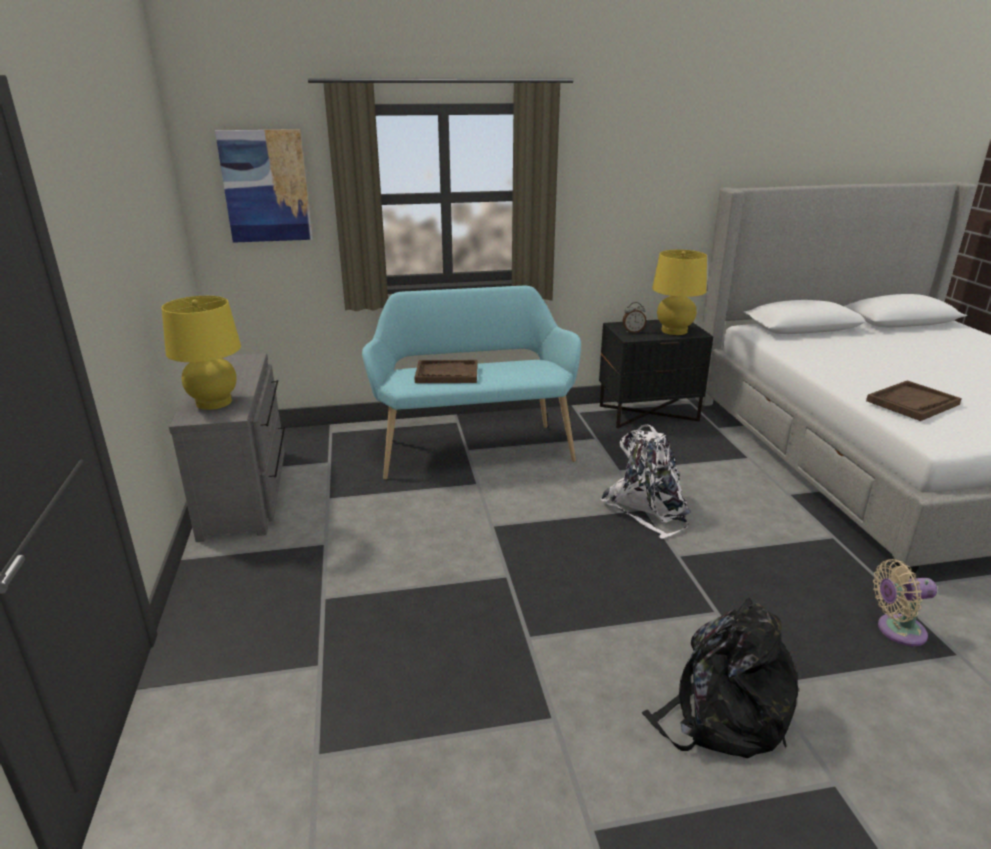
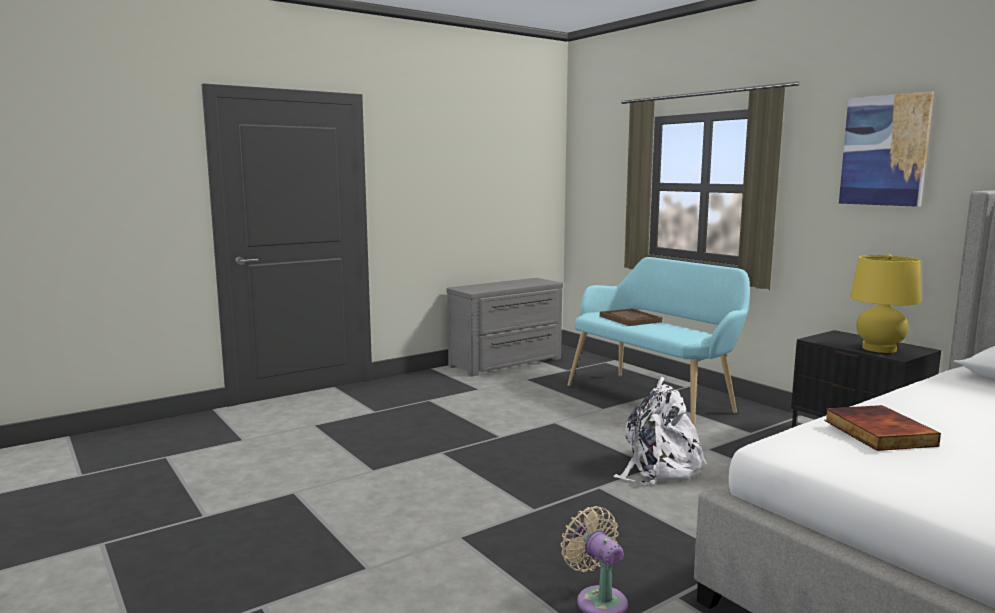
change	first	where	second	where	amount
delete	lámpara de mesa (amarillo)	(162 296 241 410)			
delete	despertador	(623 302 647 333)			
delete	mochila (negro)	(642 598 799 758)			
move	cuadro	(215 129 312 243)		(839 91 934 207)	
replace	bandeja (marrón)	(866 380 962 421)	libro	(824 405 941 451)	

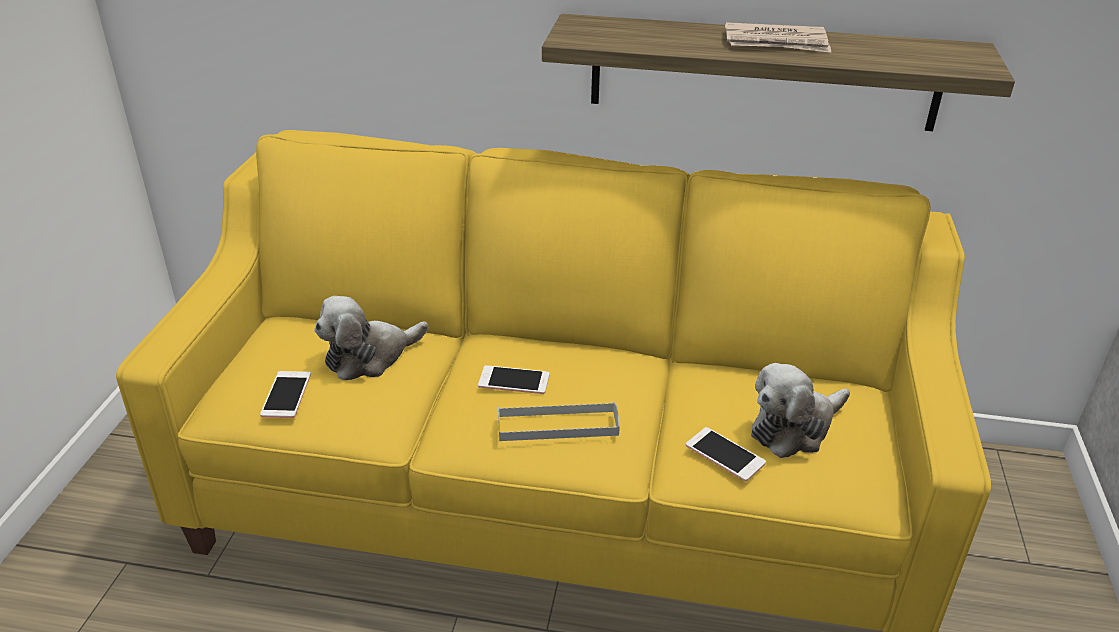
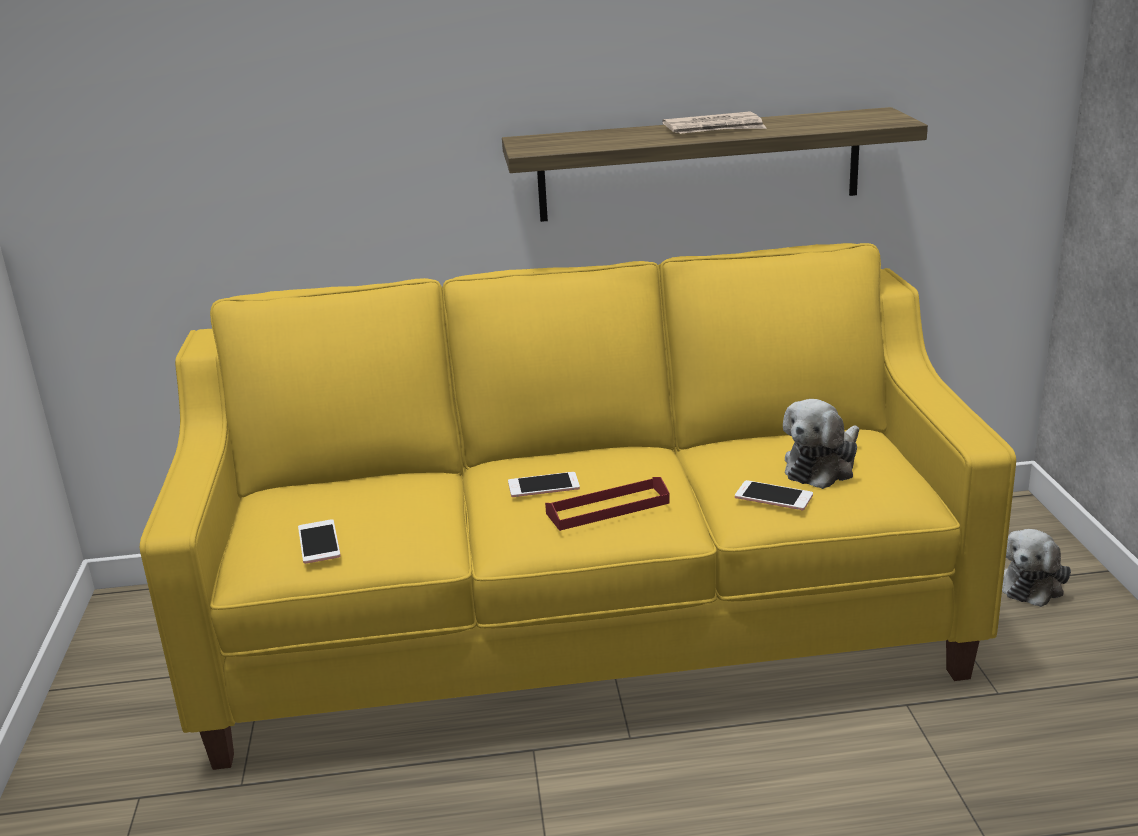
change	first	where	second	where	amount
move	peluche	(314 296 428 380)		(1002 529 1071 607)	
recolor	bandeja (gris)	(498 402 620 441)	bandeja (rojo)	(545 477 670 531)	

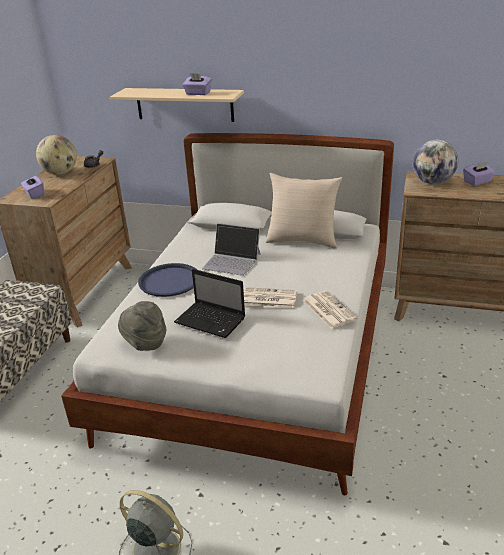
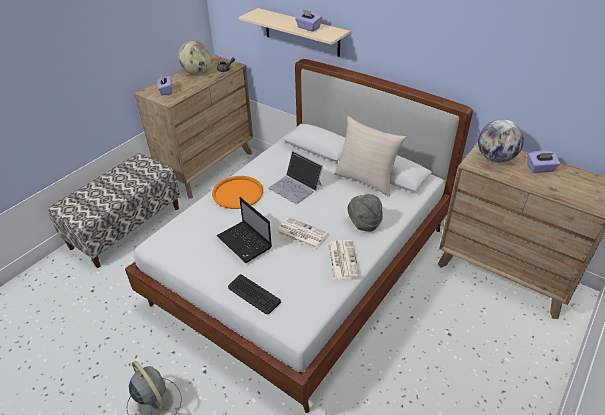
change	first	where	second	where	amount
insert			teclado	(228 274 281 314)	
move	sombrero (gris)	(118 301 166 351)		(347 194 383 232)	
recolor	bandeja (azul)	(138 263 197 297)	bandeja (naranja)	(212 176 263 209)	

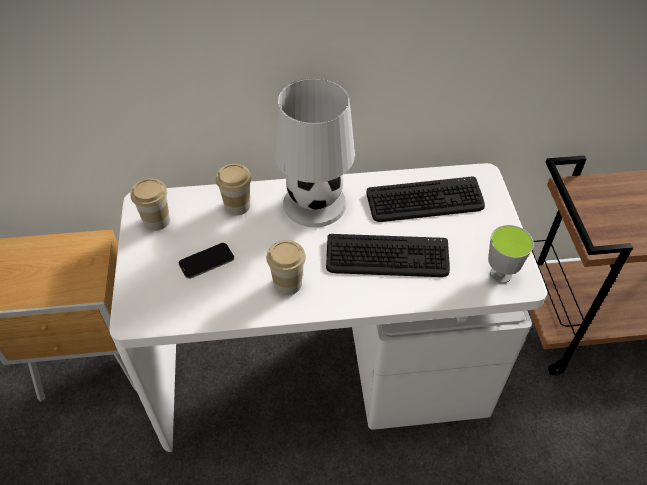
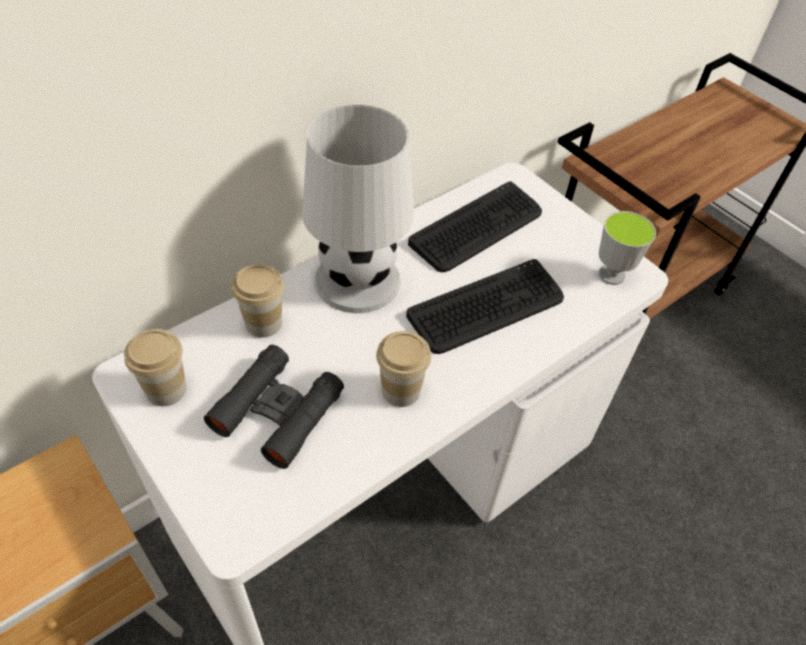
change	first	where	second	where	amount
replace	móvil	(179 243 234 279)	prismáticos (negro)	(204 345 344 469)	

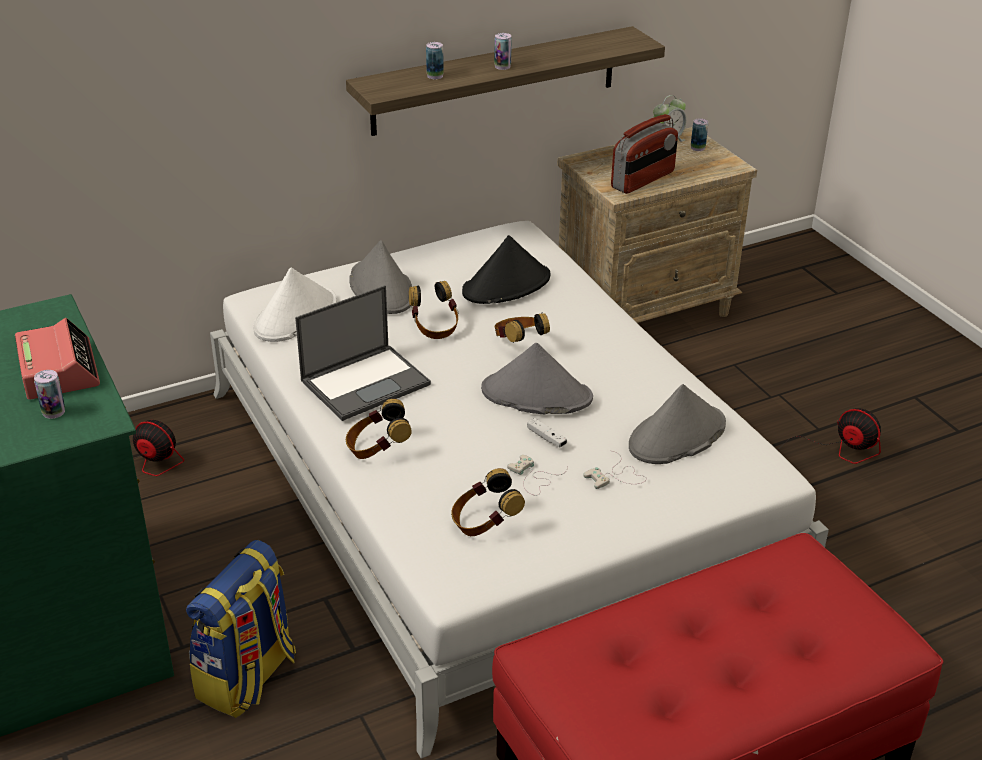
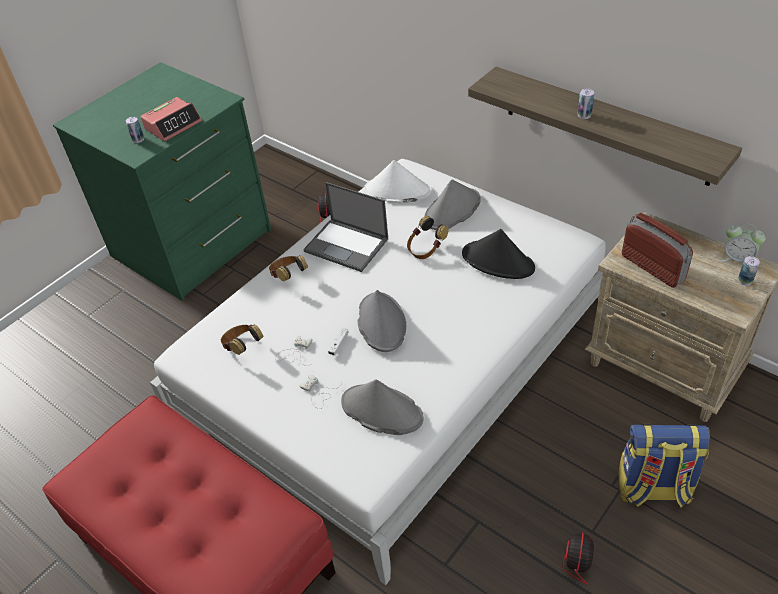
change	first	where	second	where	amount
delete	lata	(426 42 444 79)			
delete	auriculares	(495 313 550 343)			
move	mochila	(186 540 296 718)		(618 424 710 507)	
rotate	radio	(611 114 678 194)		(622 213 693 288)	150 degrees counterclockwise

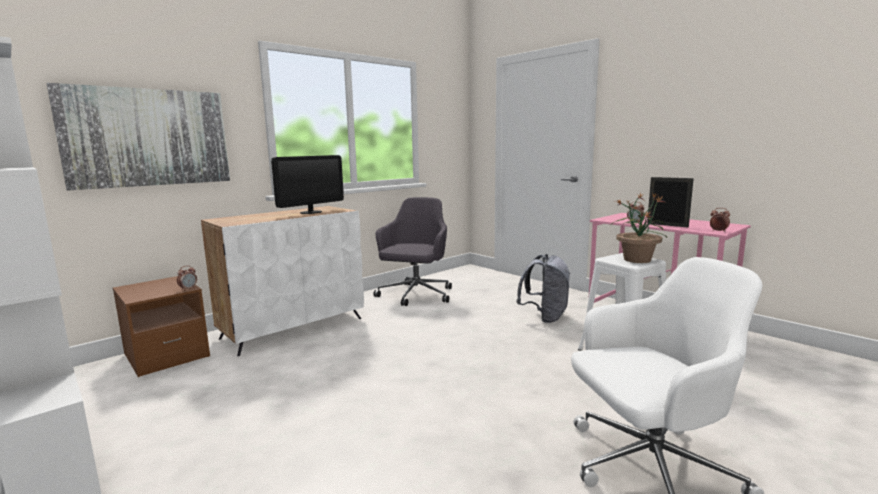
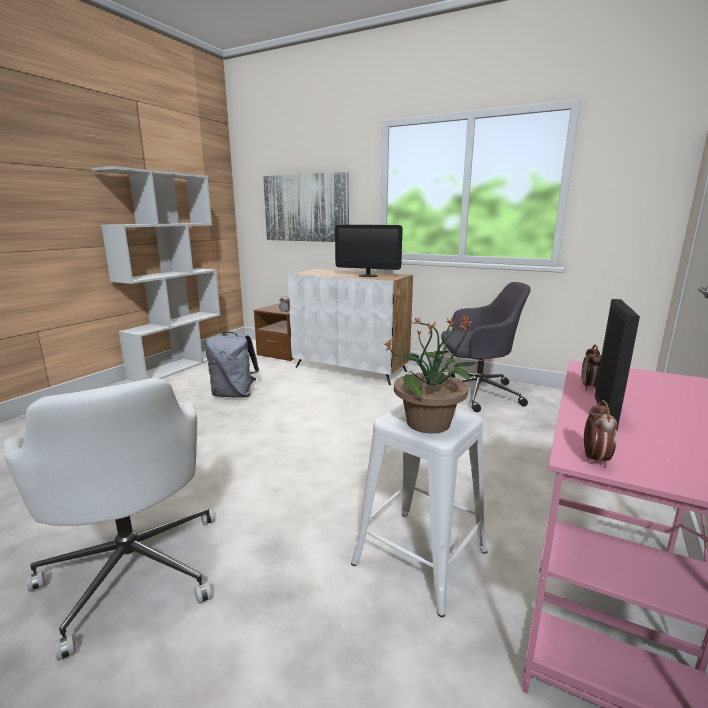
change	first	where	second	where	amount
move	mochila (gris)	(517 254 570 323)		(205 332 259 398)	

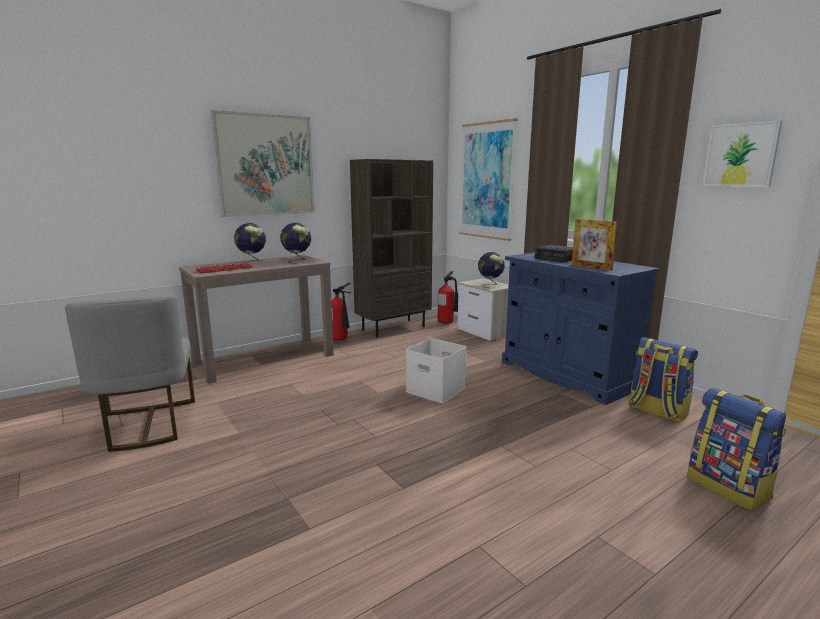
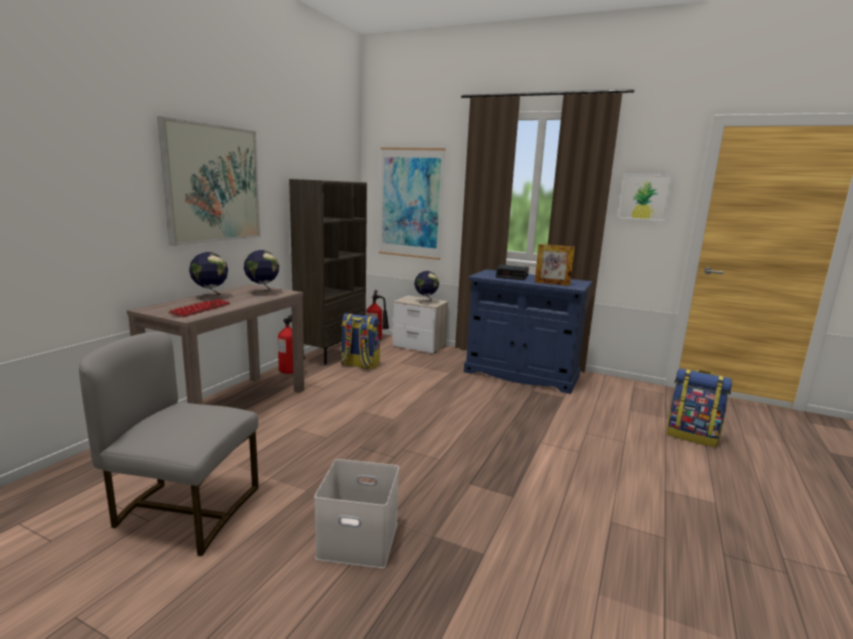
change	first	where	second	where	amount
move	caja de almacenaje (blanco)	(406 338 467 403)		(314 459 399 569)	
move	mochila	(628 337 698 423)		(341 313 380 369)	
rotate	silla (gris)	(65 295 195 452)		(79 332 259 556)	150 degrees clockwise

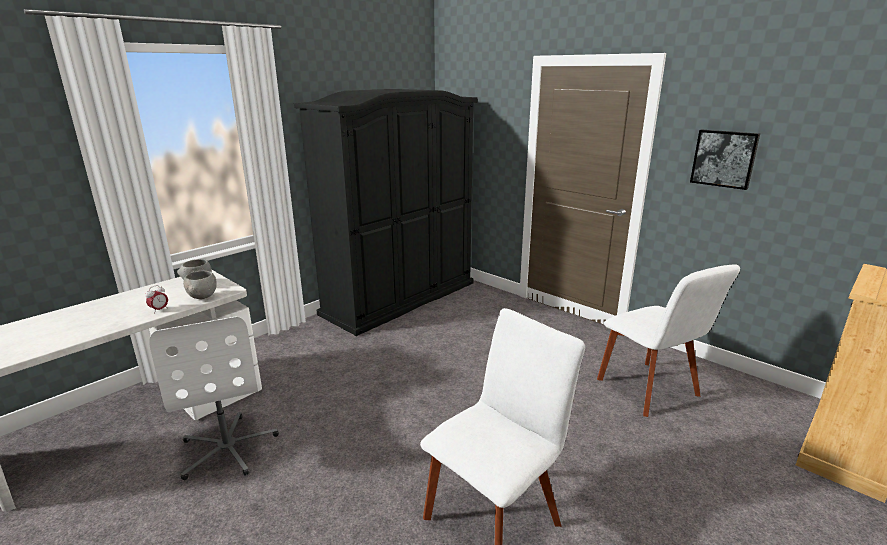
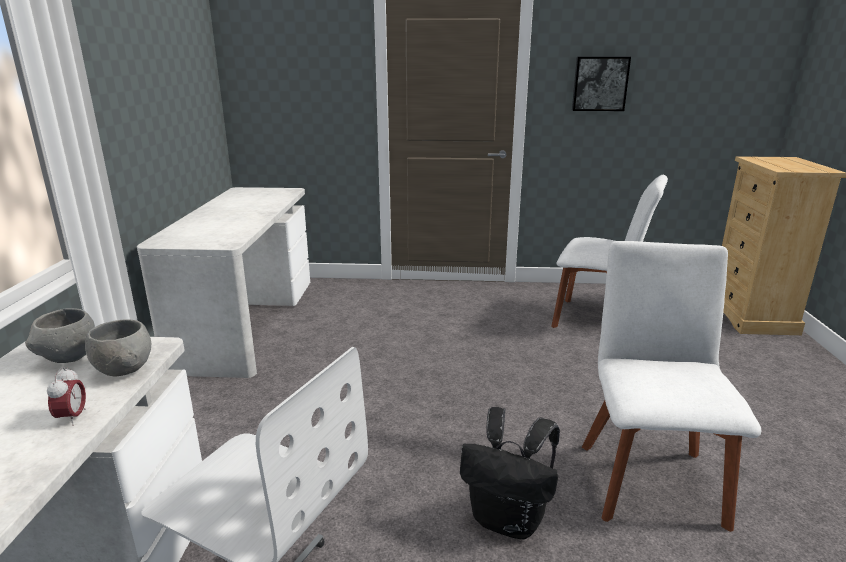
change	first	where	second	where	amount
insert			mochila (negro)	(460 407 560 540)	
replace	armario ropero (negro)	(294 89 477 336)	escritorio (blanco)	(137 187 310 378)	

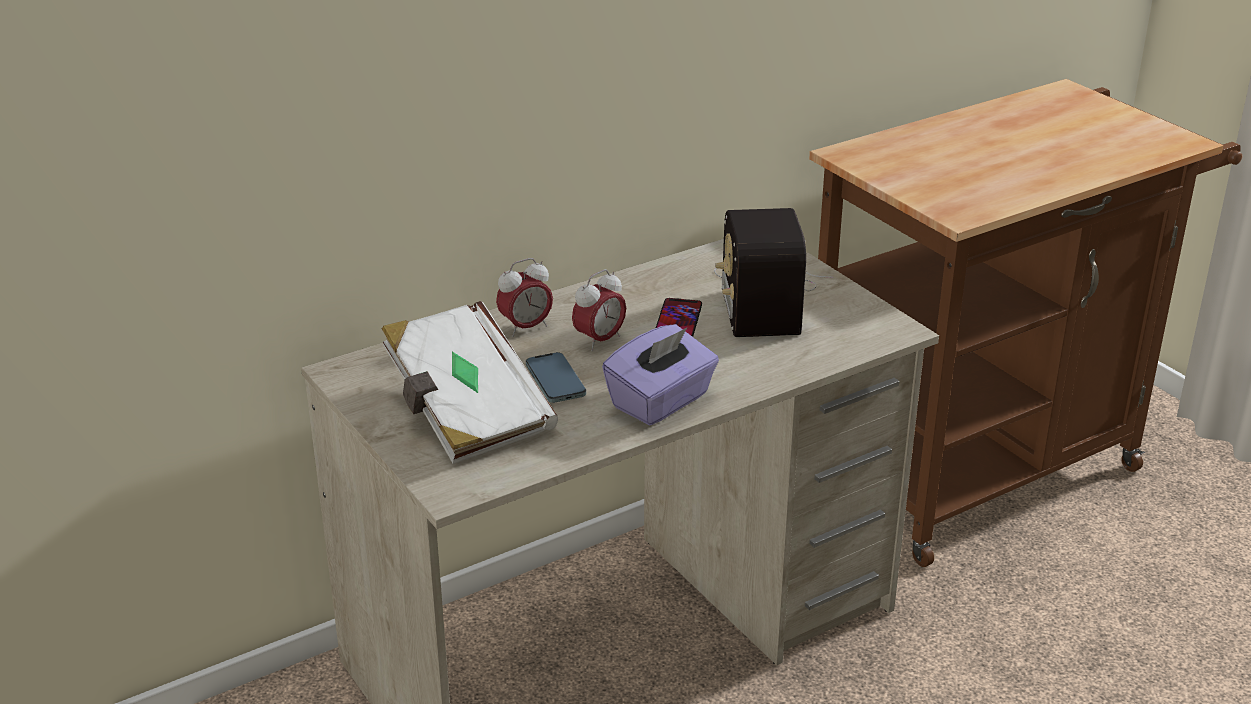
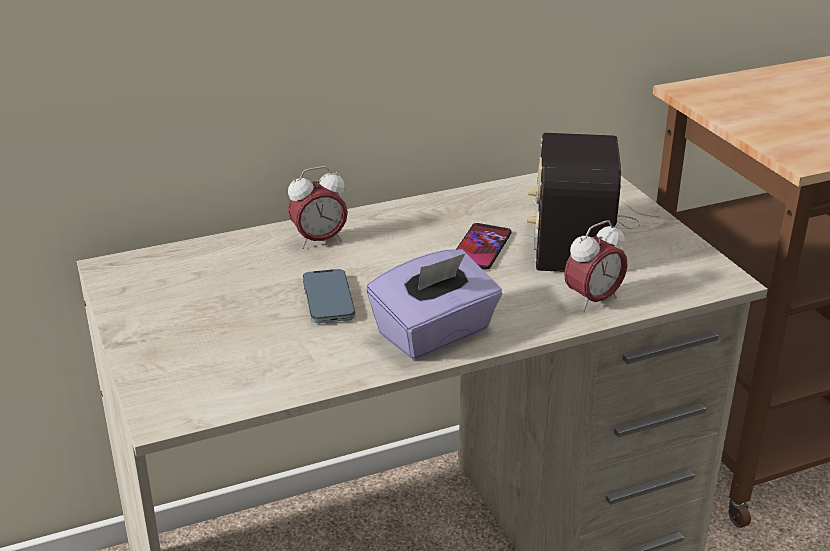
change	first	where	second	where	amount
delete	libro (blanco)	(381 301 558 464)			
move	despertador	(572 269 626 351)		(564 220 628 312)	

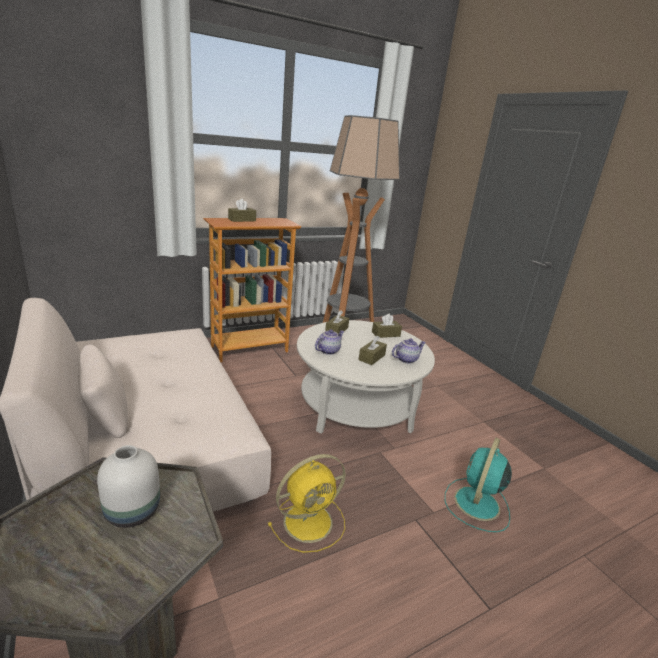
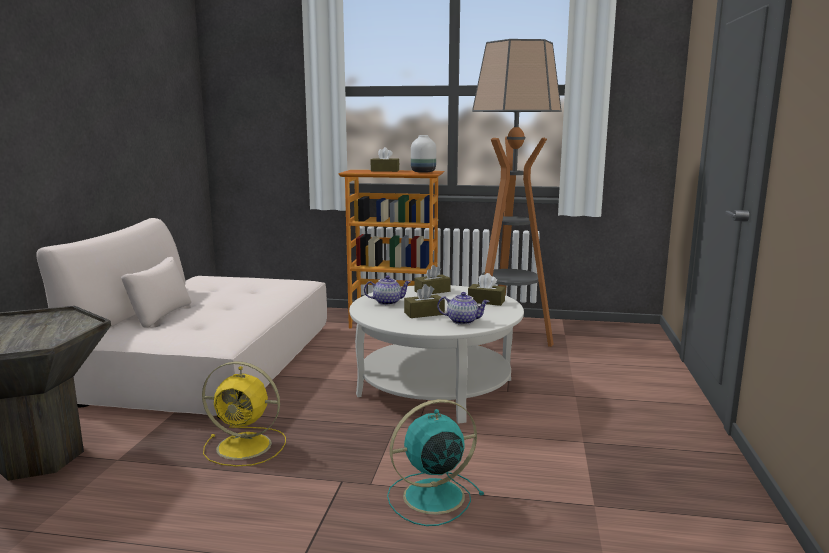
change	first	where	second	where	amount
move	florero (blanco)	(97 445 160 528)		(411 135 436 173)	

